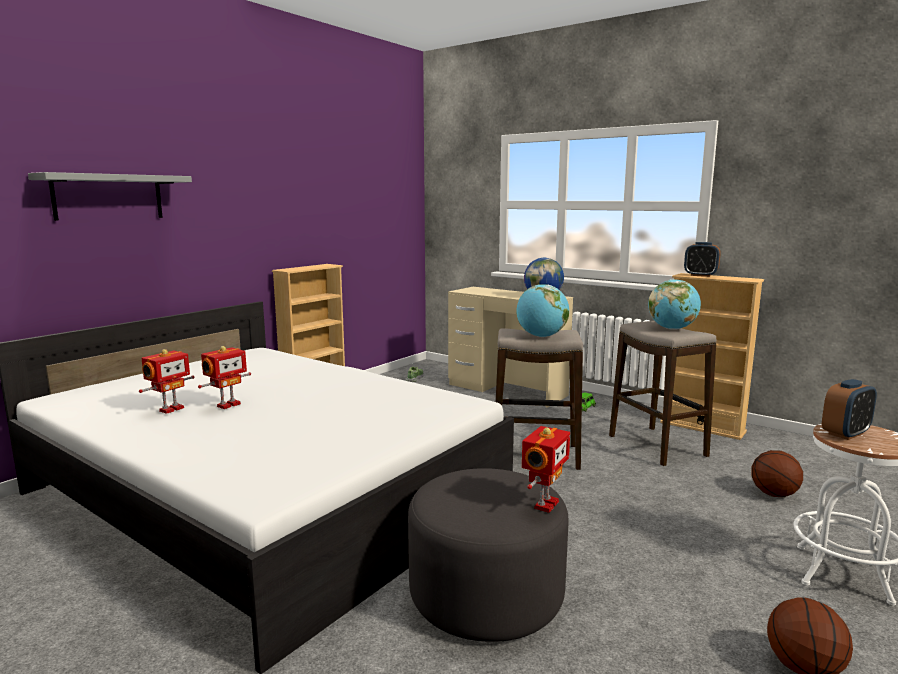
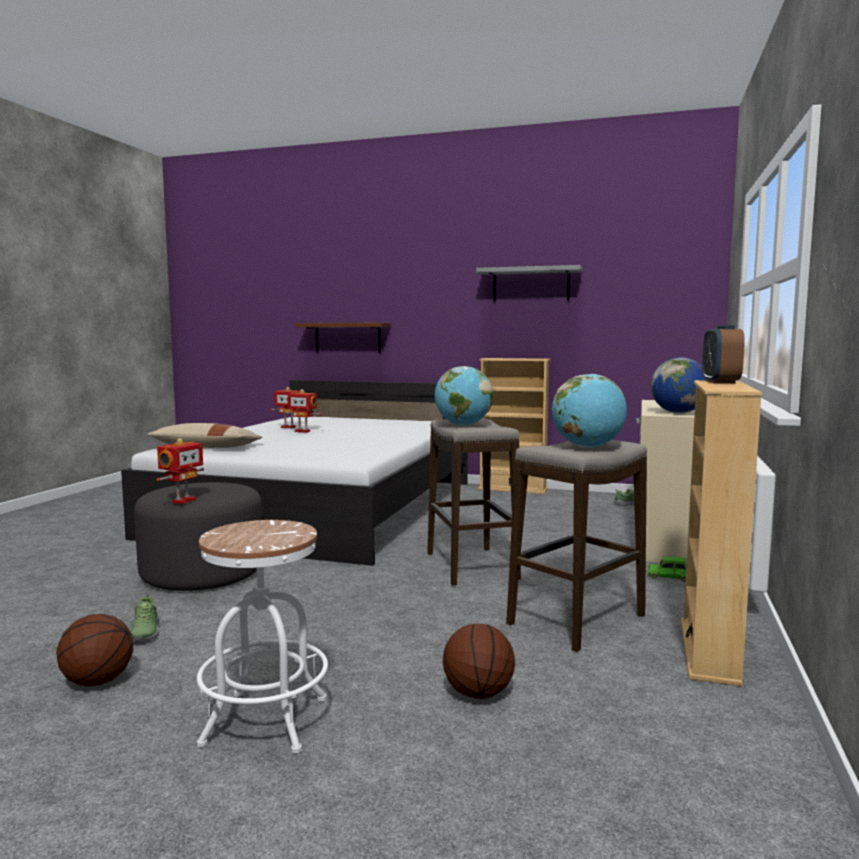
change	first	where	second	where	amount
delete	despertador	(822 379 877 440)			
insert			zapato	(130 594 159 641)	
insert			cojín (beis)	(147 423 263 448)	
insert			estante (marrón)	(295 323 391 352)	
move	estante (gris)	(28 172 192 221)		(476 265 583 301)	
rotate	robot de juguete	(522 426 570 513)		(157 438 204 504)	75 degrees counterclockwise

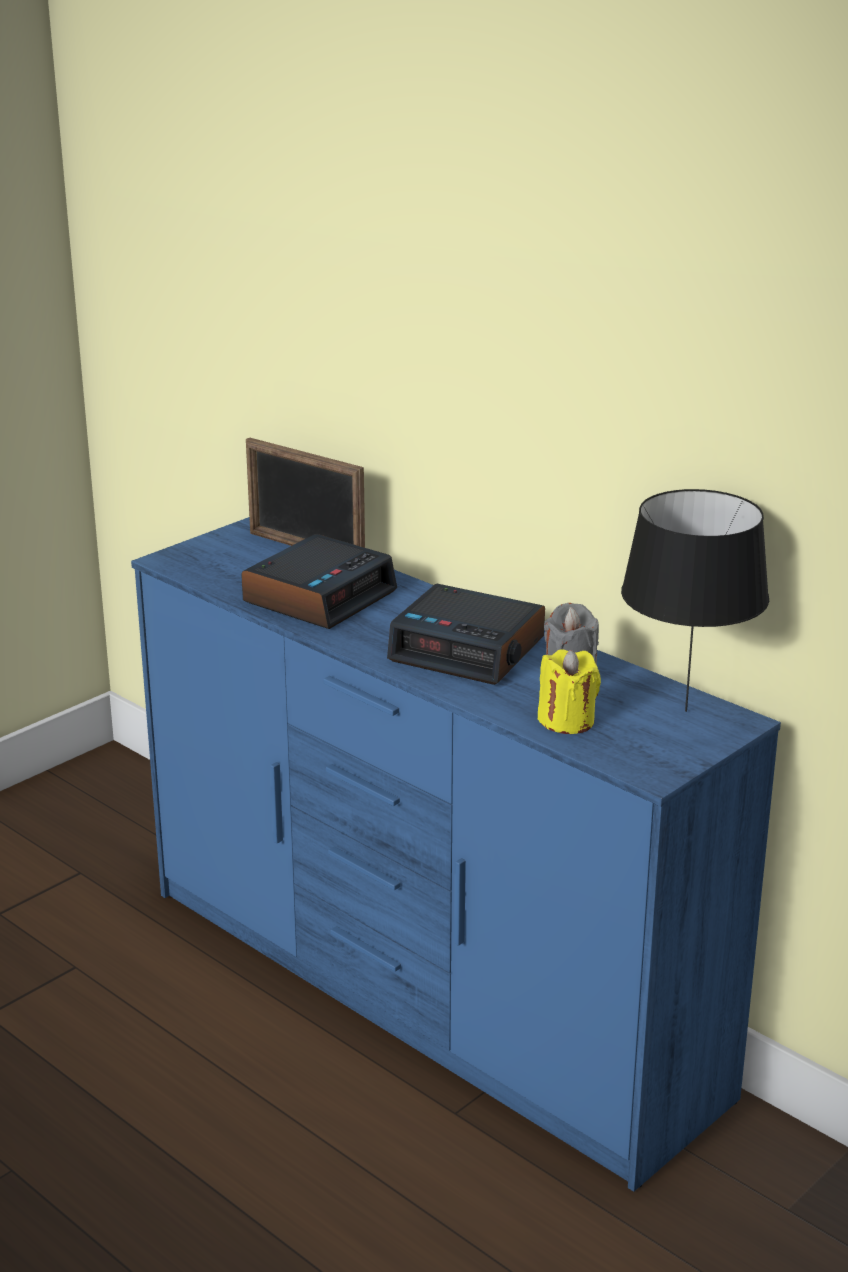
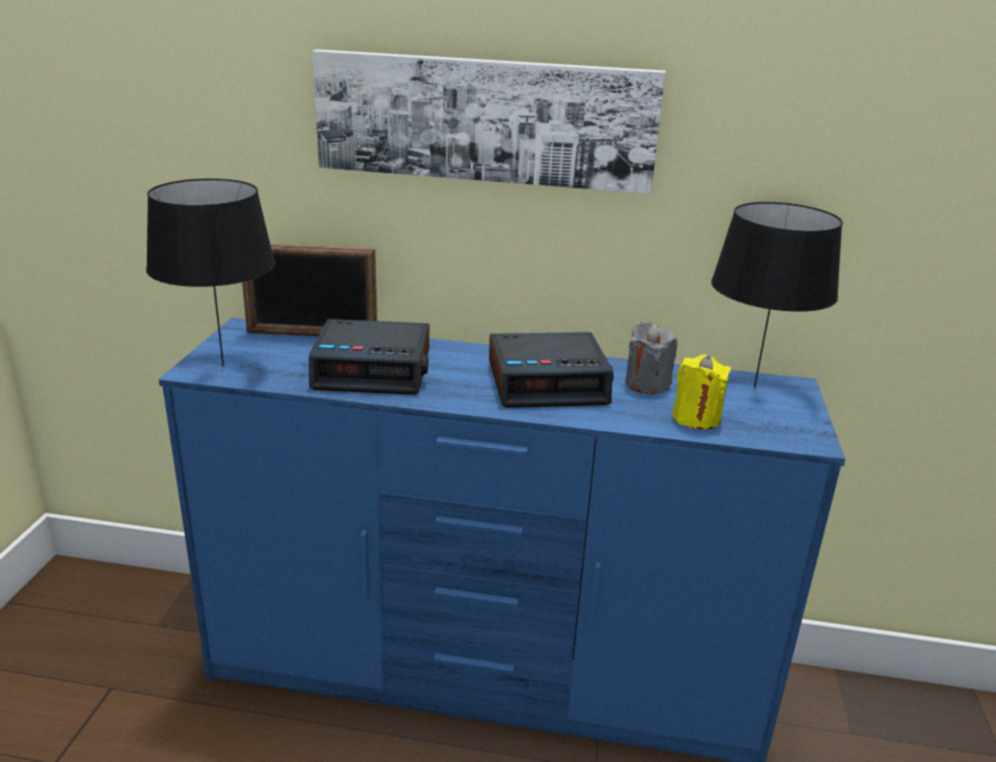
change	first	where	second	where	amount
insert			lámpara de mesa (negro)	(146 178 275 366)	
insert			cuadro	(312 49 666 194)	
rotate	despertador	(241 534 397 629)		(309 319 429 395)	90 degrees clockwise

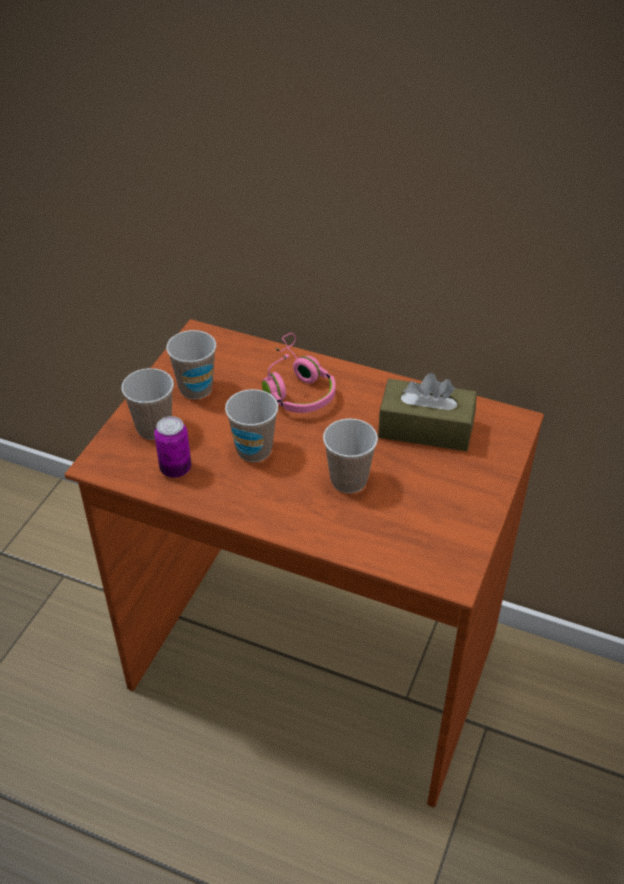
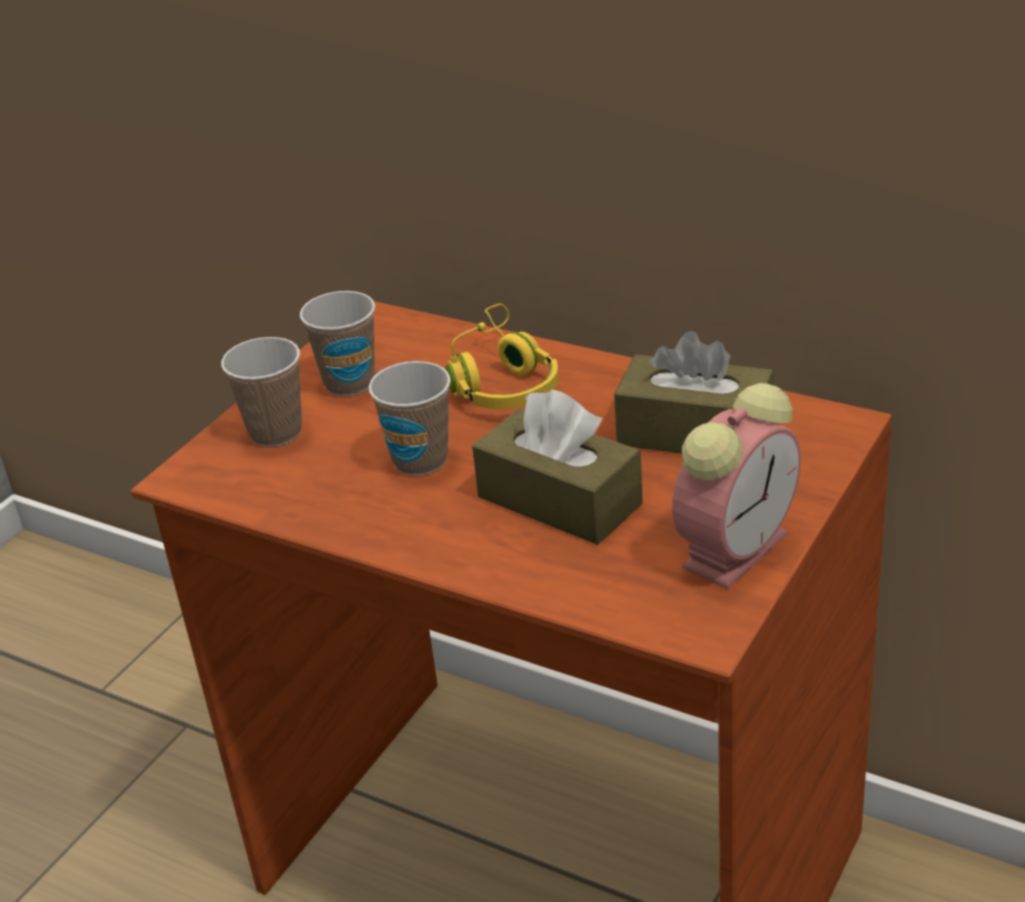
change	first	where	second	where	amount
delete	lata	(154 416 191 478)			
insert			despertador	(672 383 801 589)	
replace	taza	(323 418 378 493)	caja de pañuelos (marrón)	(472 389 643 545)	
recolor	auriculares (rosa)	(262 333 336 413)	auriculares (amarillo)	(445 304 559 409)	

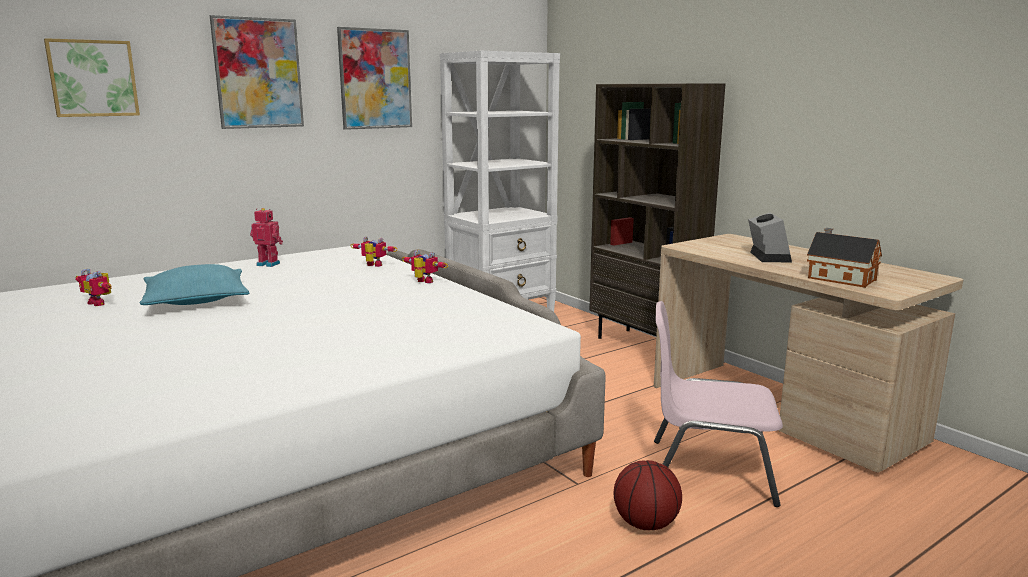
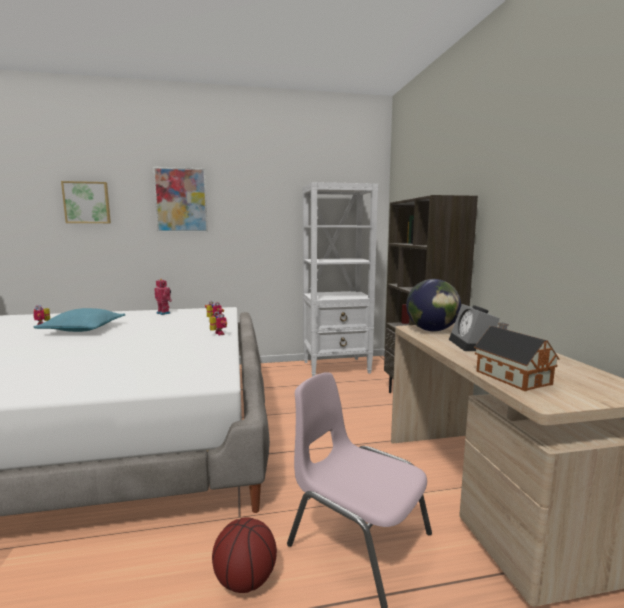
change	first	where	second	where	amount
delete	cuadro	(337 27 412 130)			
insert			globo terráqueo	(406 279 461 331)	
rotate	despertador	(748 213 792 262)		(449 304 500 351)	150 degrees clockwise

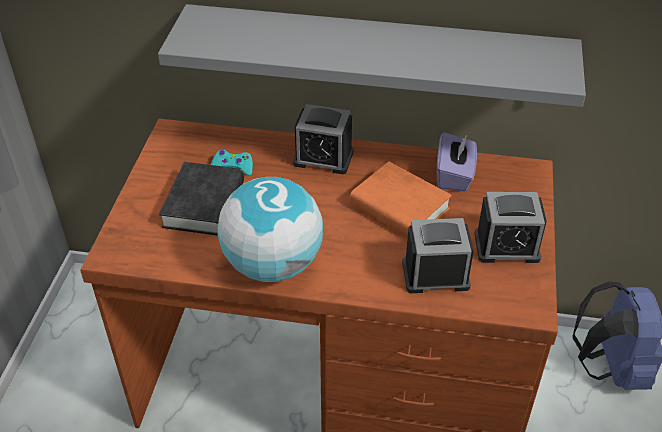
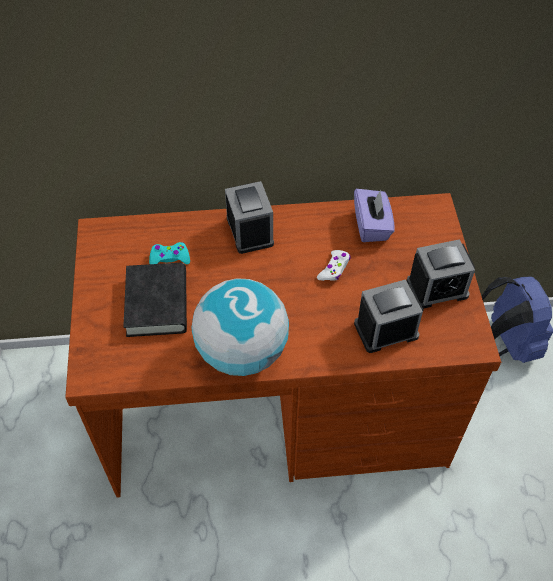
change	first	where	second	where	amount
delete	estante (gris)	(158 4 586 107)			
replace	libro (naranja)	(350 161 452 238)	mando de consola (blanco)	(317 250 350 281)	
rotate	despertador	(293 104 354 174)		(225 181 274 254)	105 degrees counterclockwise

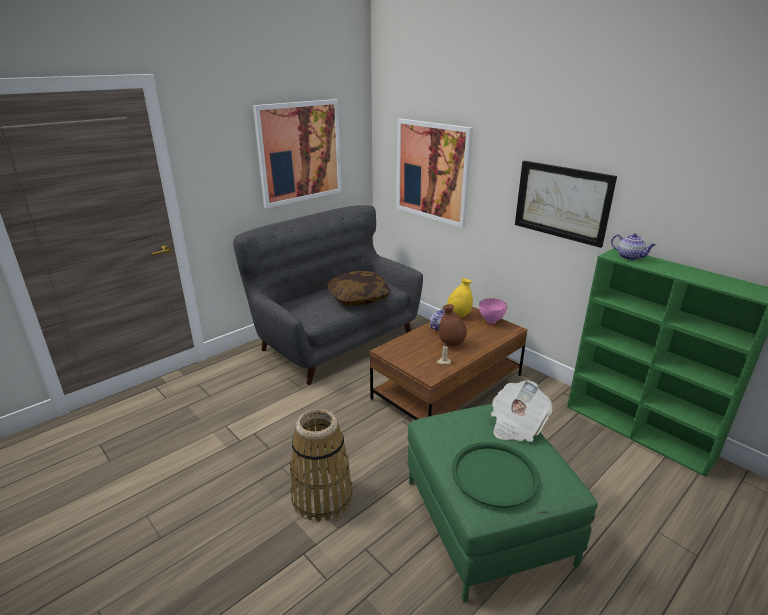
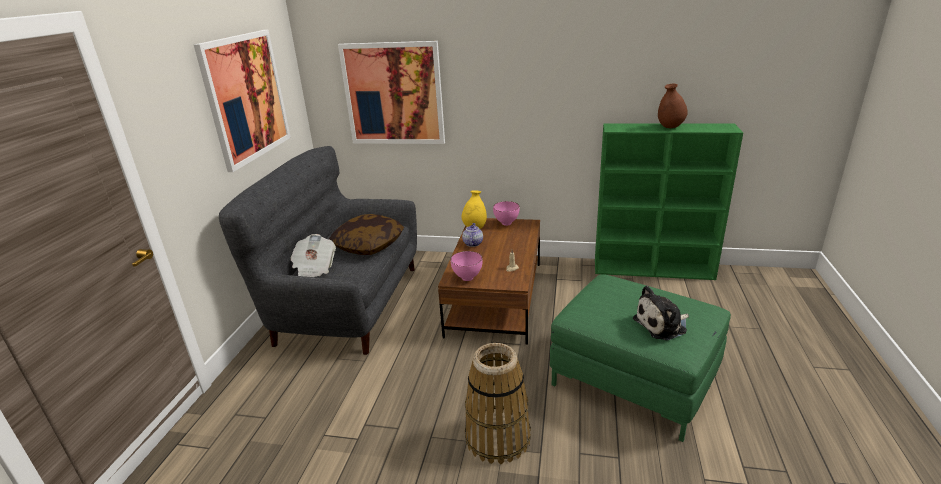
change	first	where	second	where	amount
delete	cuadro	(515 161 617 248)			
delete	tetera	(611 233 656 260)			
insert			cuenco (rosa)	(450 251 483 281)	
move	florero (marrón)	(439 304 467 346)		(658 84 688 128)	
move	periódico	(491 380 553 442)		(290 234 336 277)	
replace	bandeja (verde)	(452 442 539 508)	peluche	(633 286 689 340)	

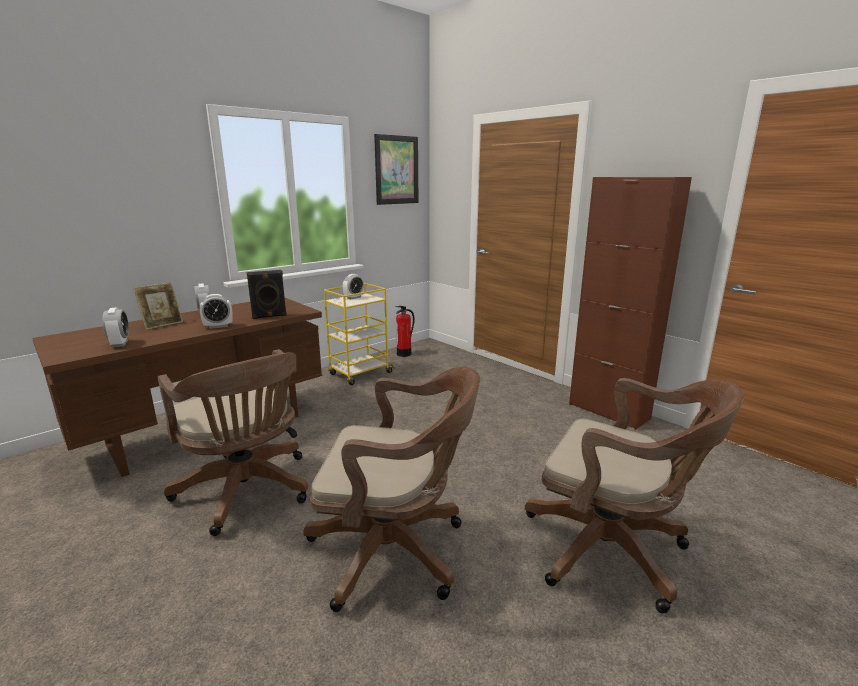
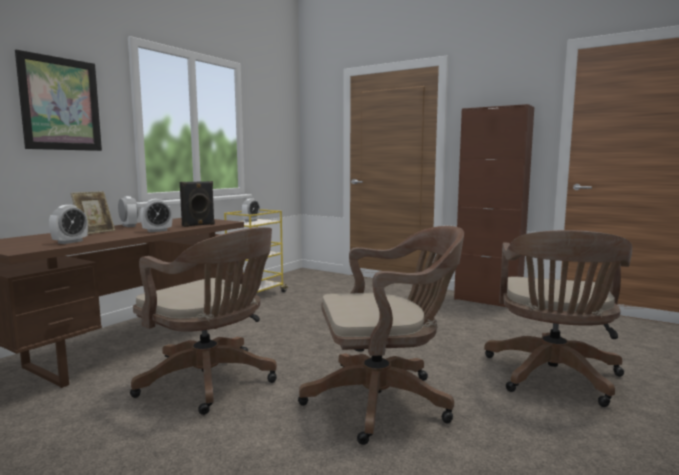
change	first	where	second	where	amount
delete	extintor	(395 306 415 357)			
move	cuadro	(374 134 418 205)		(15 49 102 151)	
rotate	despertador	(102 308 129 348)		(49 205 88 244)	60 degrees clockwise
rotate	silla de oficina (marrón)	(525 378 744 614)		(484 230 632 407)	90 degrees clockwise

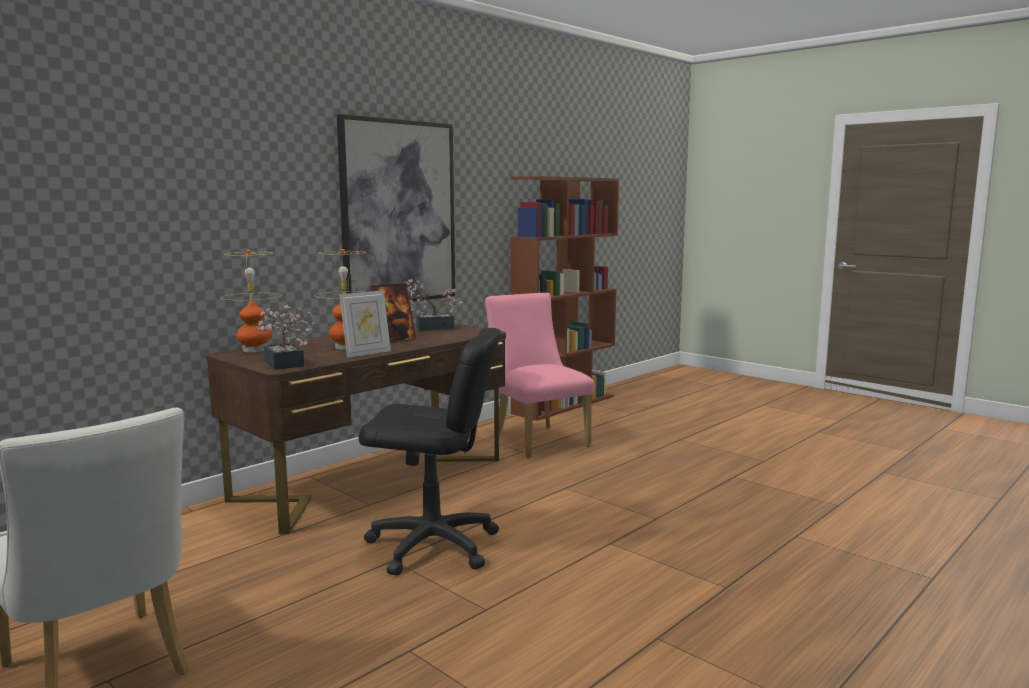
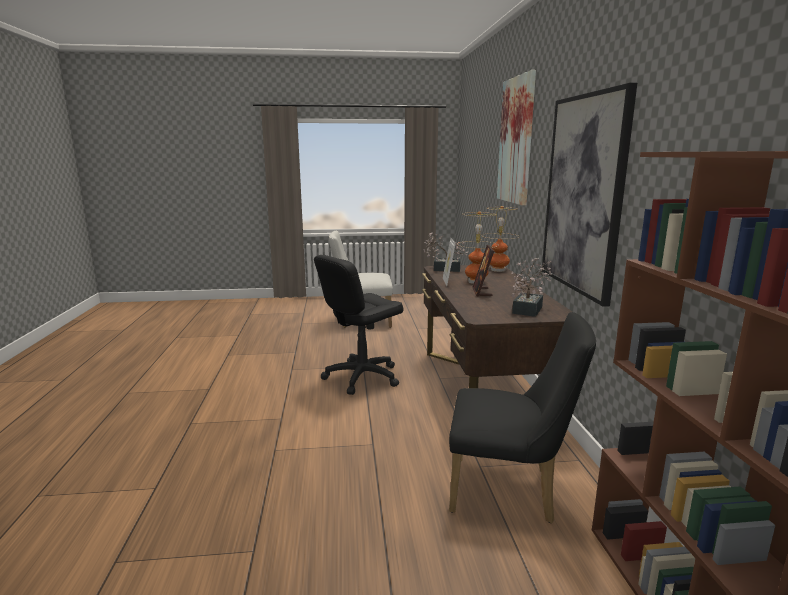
change	first	where	second	where	amount
insert			cuadro	(497 70 536 206)	
recolor	silla (rosa)	(485 293 594 458)	silla (negro)	(449 312 596 523)	

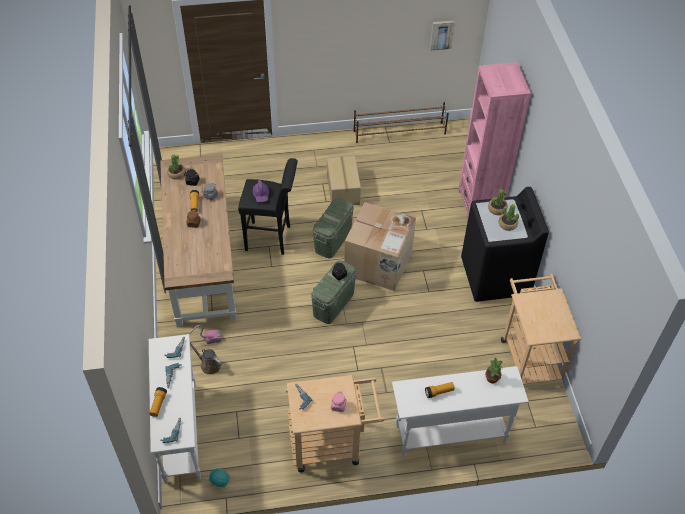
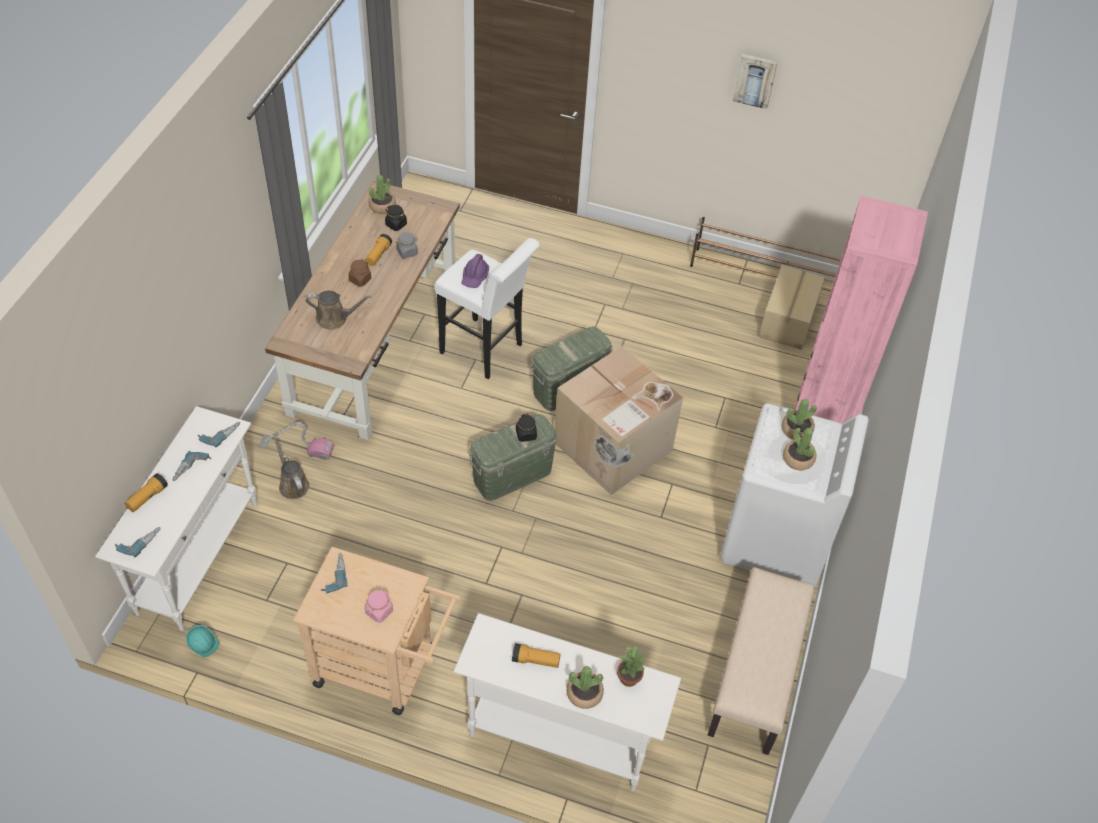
change	first	where	second	where	amount
insert			regadera (marrón)	(306 291 372 330)	
insert			planta en maceta	(566 666 604 709)	
move	caja de cartón	(327 156 361 205)		(759 265 825 350)	
move	cuadro	(430 20 455 51)		(733 54 778 109)	
replace	carrito (beis)	(501 274 581 385)	banco (beis)	(708 567 815 755)	
recolor	taburete (negro)	(238 158 298 255)	taburete (blanco)	(435 238 540 379)	
recolor	lavadora (negro)	(461 187 549 302)	lavadora (blanco)	(720 403 869 588)	

